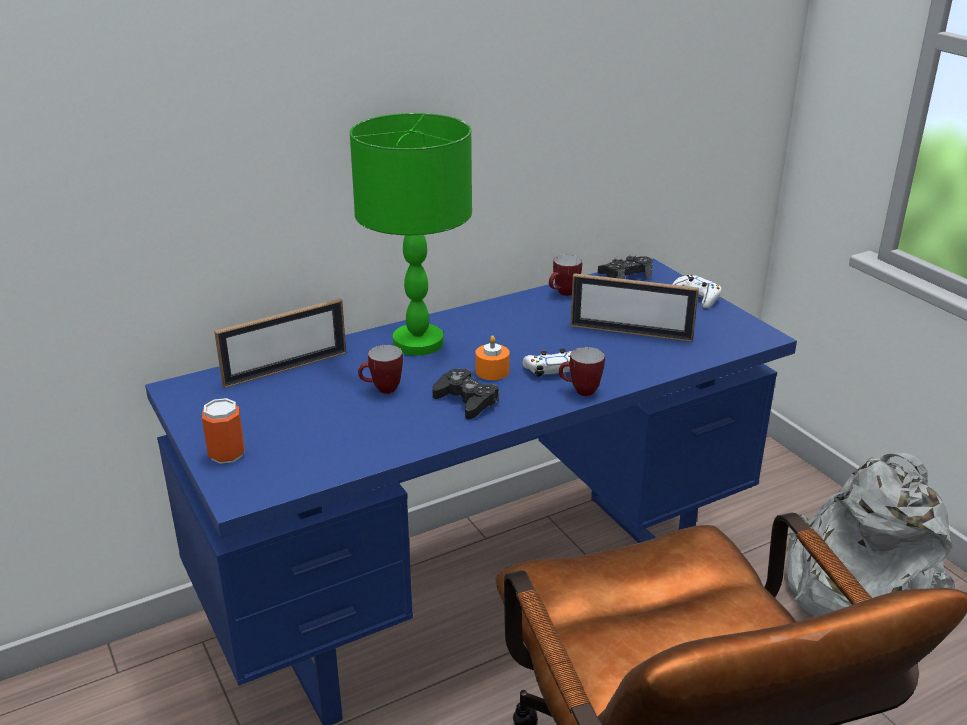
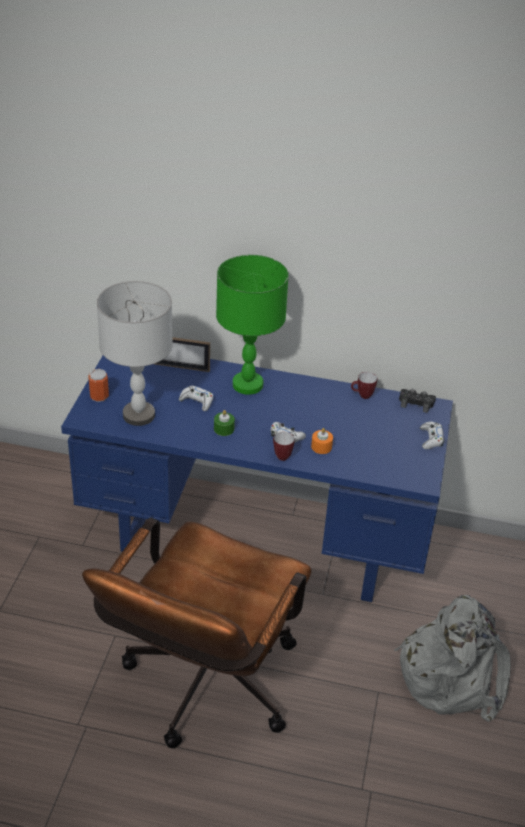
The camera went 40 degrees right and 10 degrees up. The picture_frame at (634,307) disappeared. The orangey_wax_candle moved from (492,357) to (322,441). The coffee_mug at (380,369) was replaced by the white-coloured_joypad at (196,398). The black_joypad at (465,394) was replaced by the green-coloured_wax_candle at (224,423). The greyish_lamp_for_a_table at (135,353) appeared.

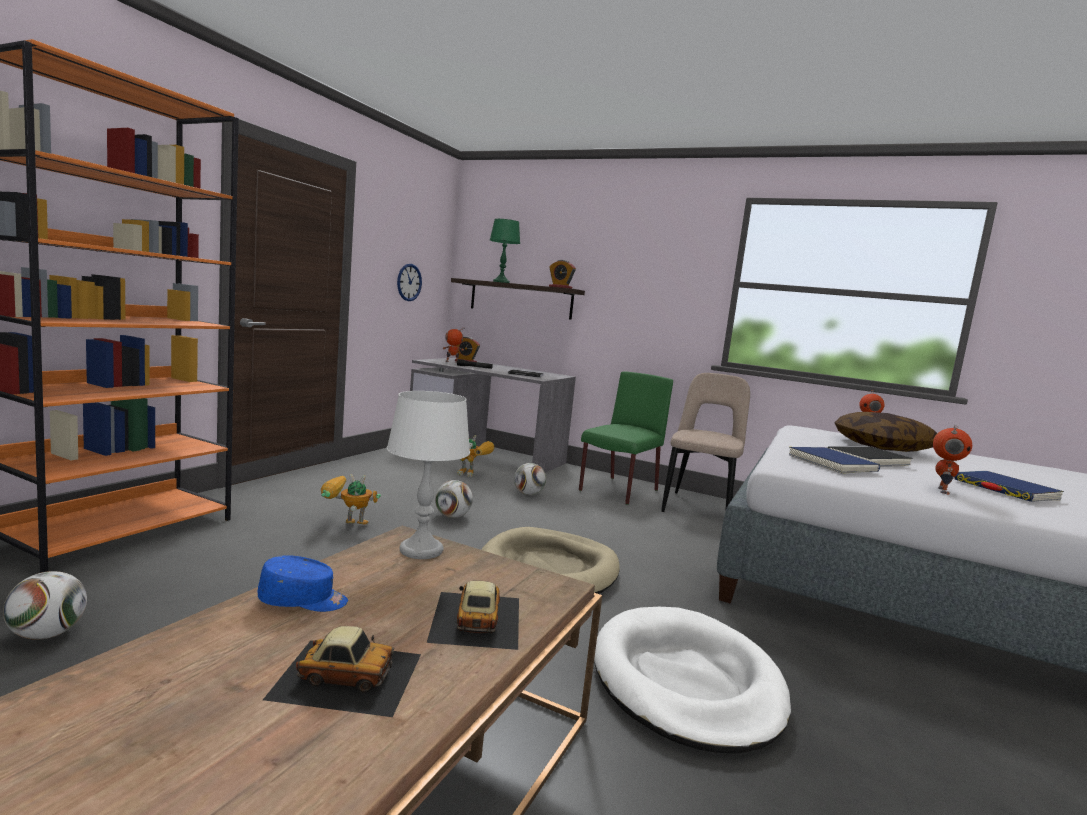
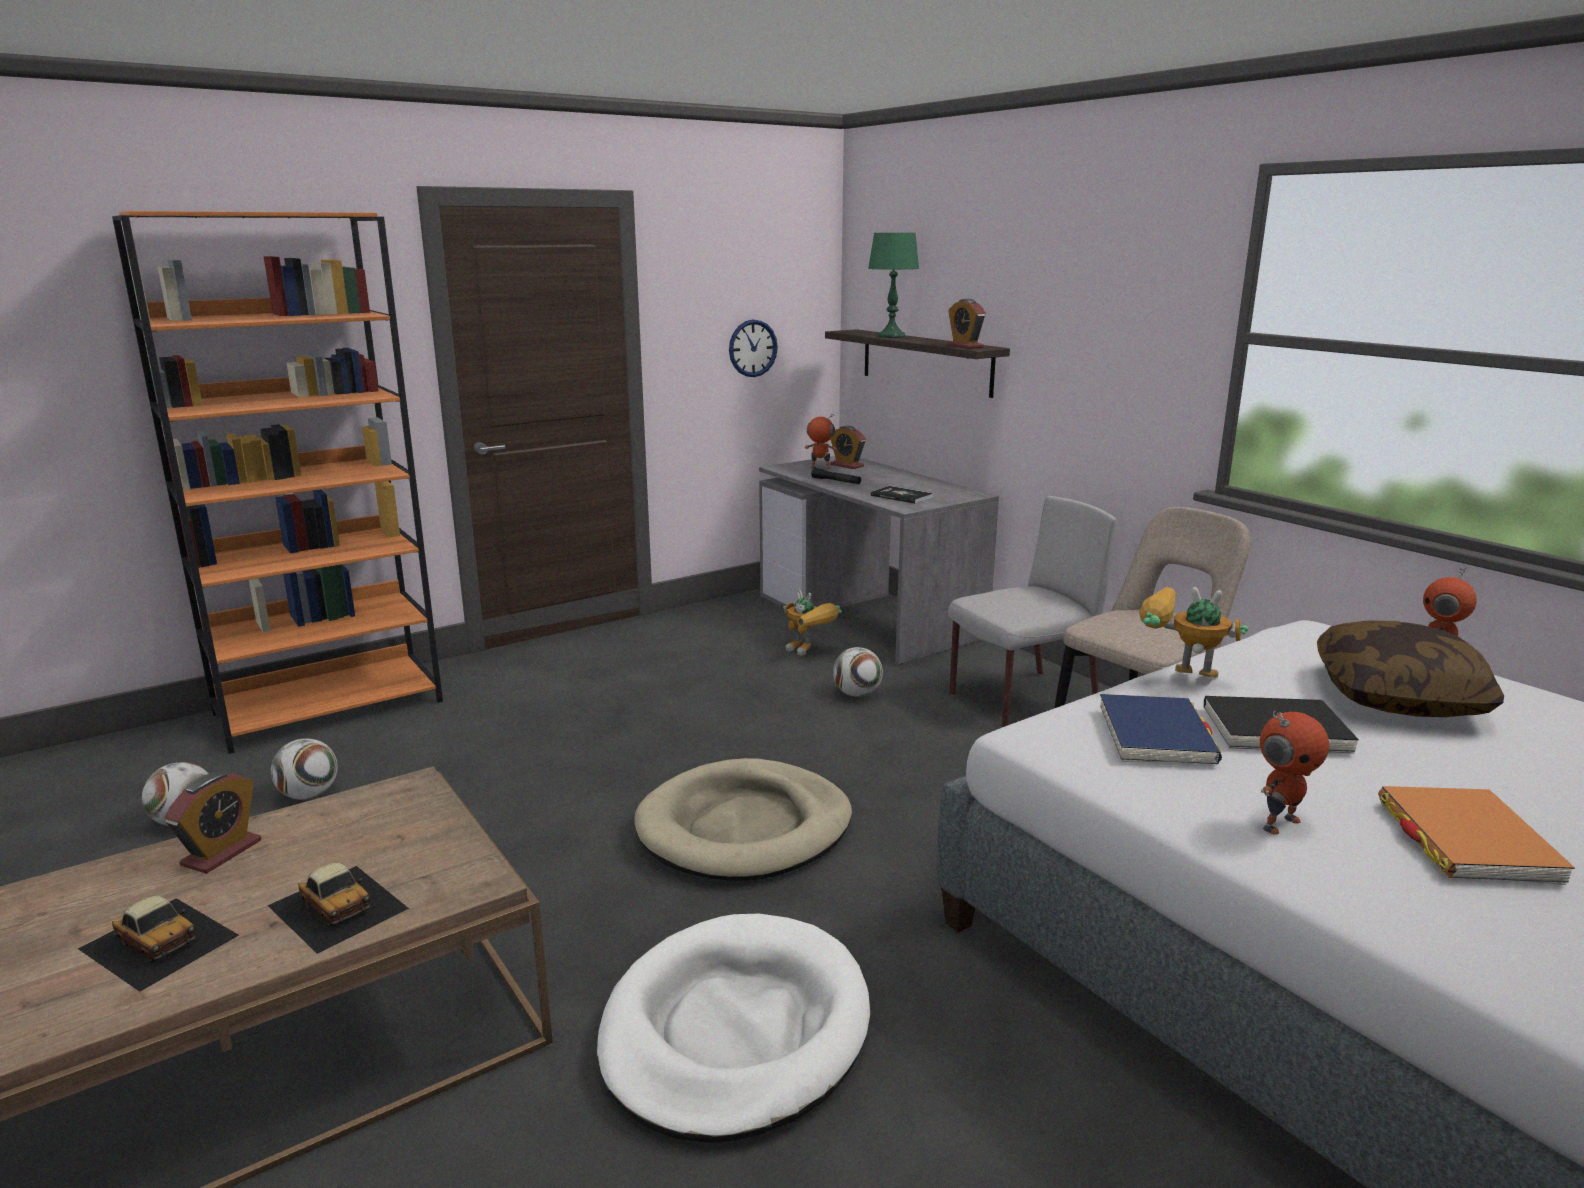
The camera went 30 degrees right and 10 degrees up. The green-coloured_plain_chair at (626,438) became the greyish_plain_chair at (1032,611). The white-coloured_lamp_for_a_table at (428,475) disappeared. The blue-coloured_bound_book at (1009,486) became the orangey_bound_book at (1476,835). The robot_figure moved from (351,499) to (1193,632). The ball_for_football moved from (454,499) to (304,769). The blue-coloured_peaked_cap at (302,583) was replaced by the bedside_clock at (212,823). The model_car at (472,615) turned 105 degrees clockwise.

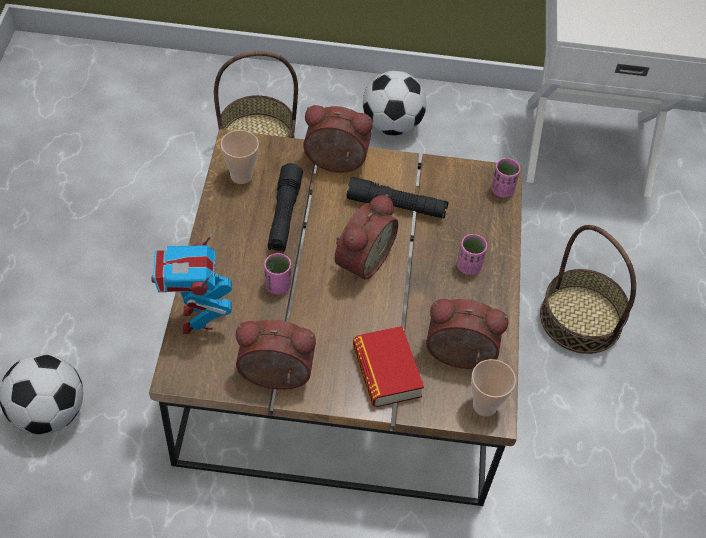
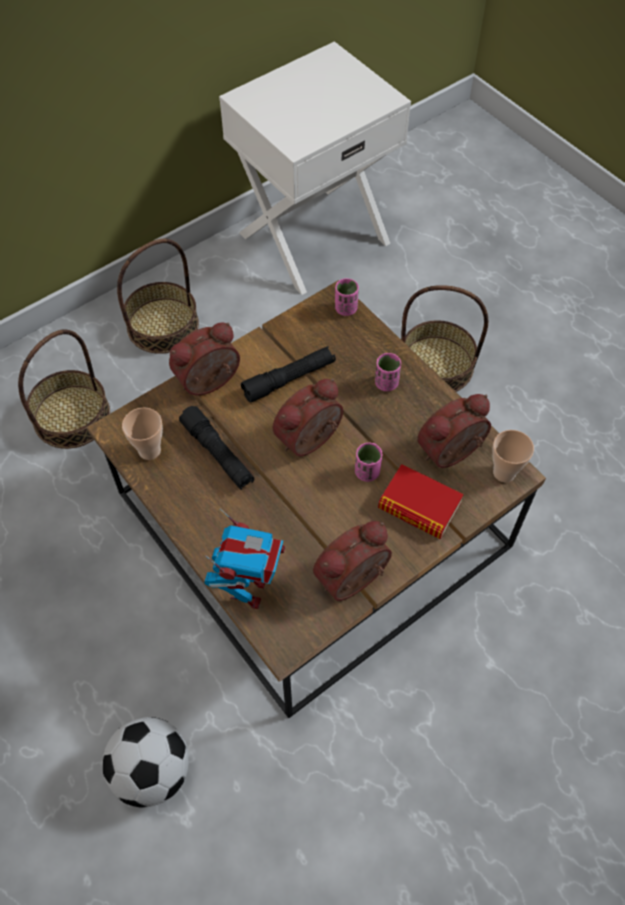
The camera went 40 degrees left and 5 degrees up. The ball_for_football at (395,103) was replaced by the household_basket at (158,296). The bedside_clock at (366,238) turned 120 degrees counterclockwise. The robot_figure at (191,281) turned 120 degrees counterclockwise. The pinkish_drinking_cup moved from (277,274) to (368,462).

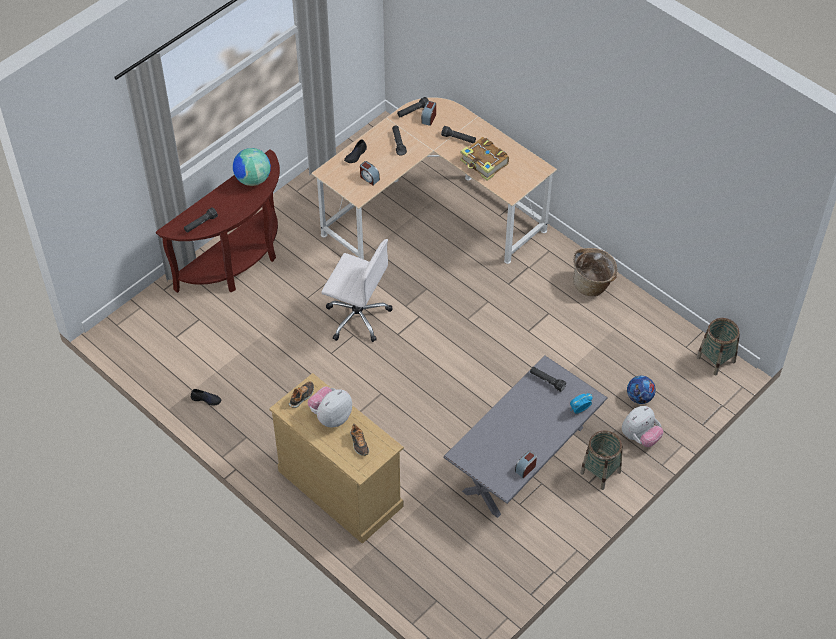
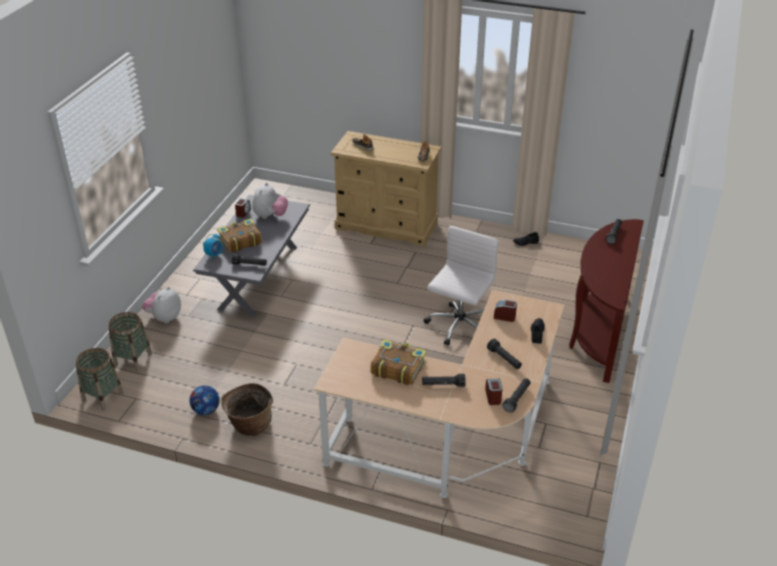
The camera went 155 degrees right and 15 degrees down. The globe at (252,167) disappeared. The white-coloured_office_chair at (357,290) turned 120 degrees clockwise. The ball_for_football moved from (641,390) to (205,400). The soft_toy moved from (329,407) to (270,201). The household_basket moved from (601,460) to (130,341). The bound_book at (239,235) appeared.

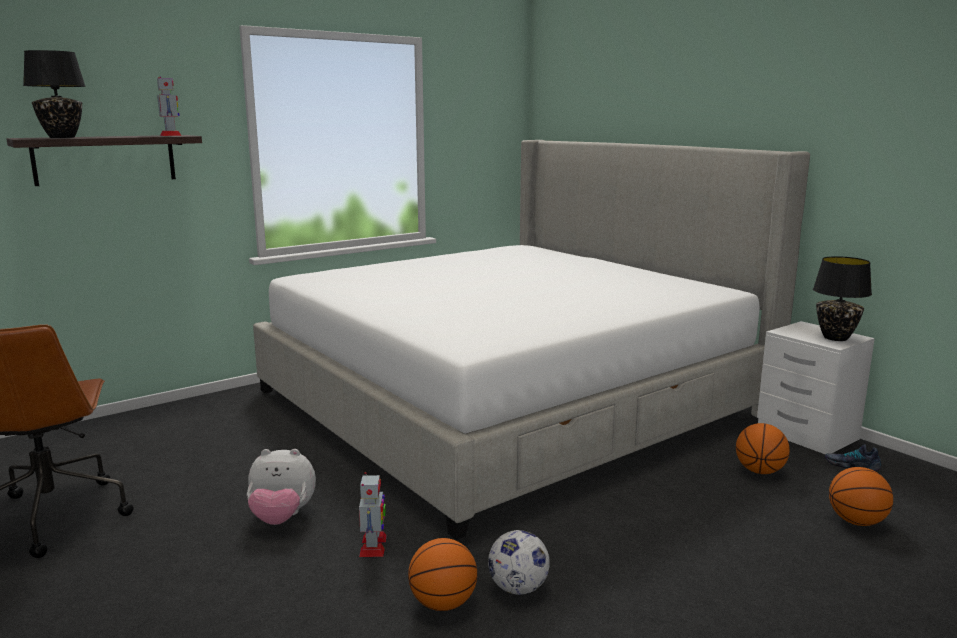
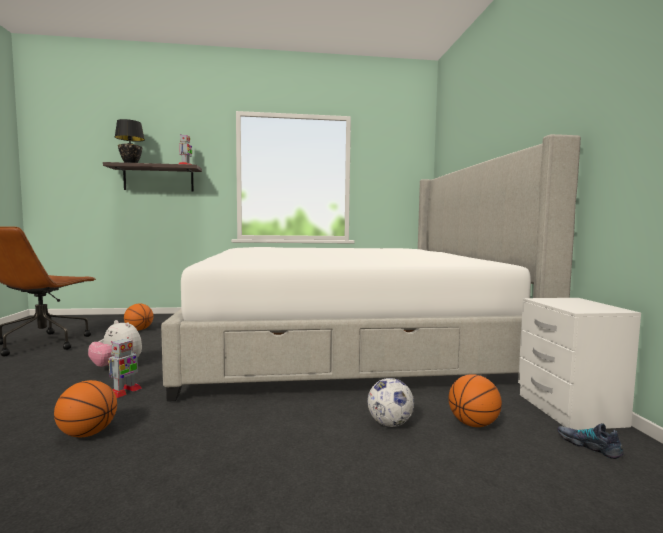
The camera went 30 degrees right and 10 degrees down. The black_lamp_for_a_table at (842,298) disappeared. The ball_for_basketball moved from (861,496) to (138,317). The ball_for_football moved from (519,562) to (390,402).

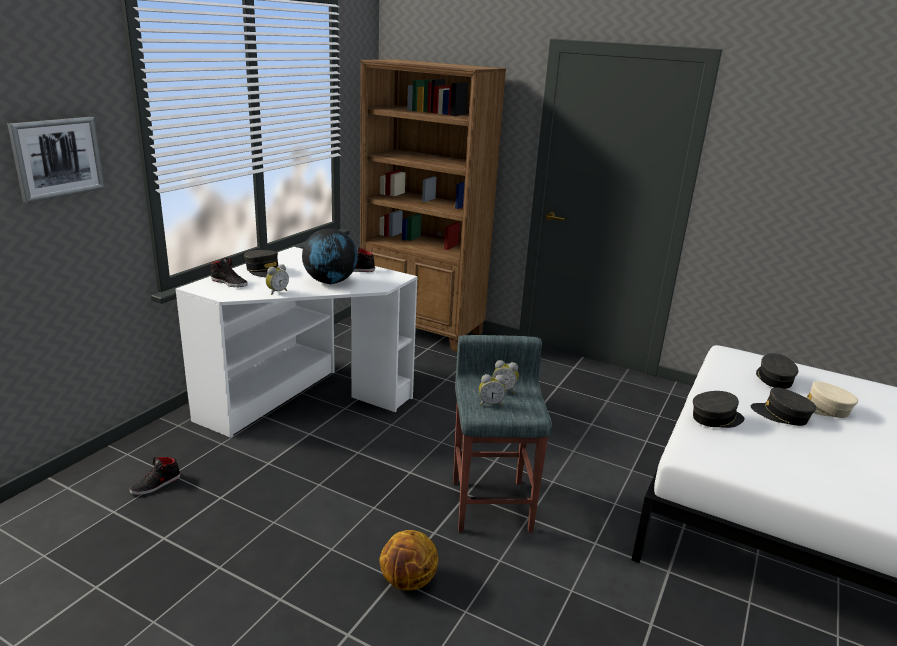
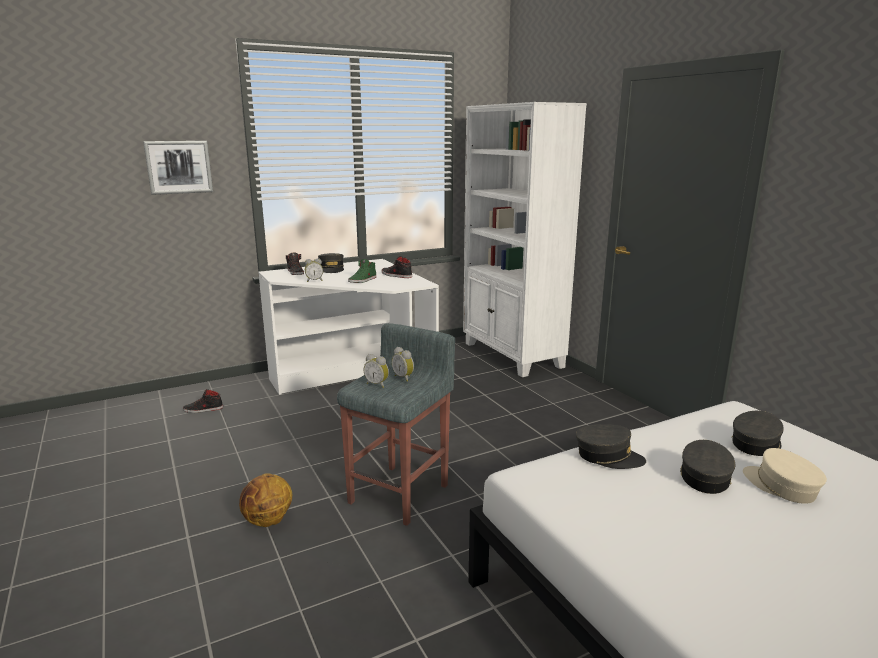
The camera went 35 degrees right and 5 degrees down. The brown-coloured_bookshelf at (433,205) became the white-coloured_bookshelf at (525,239). The globe at (330,256) was replaced by the green-coloured_low_shoe at (362,271). The greyish_peaked_cap at (784,406) turned 45 degrees clockwise.

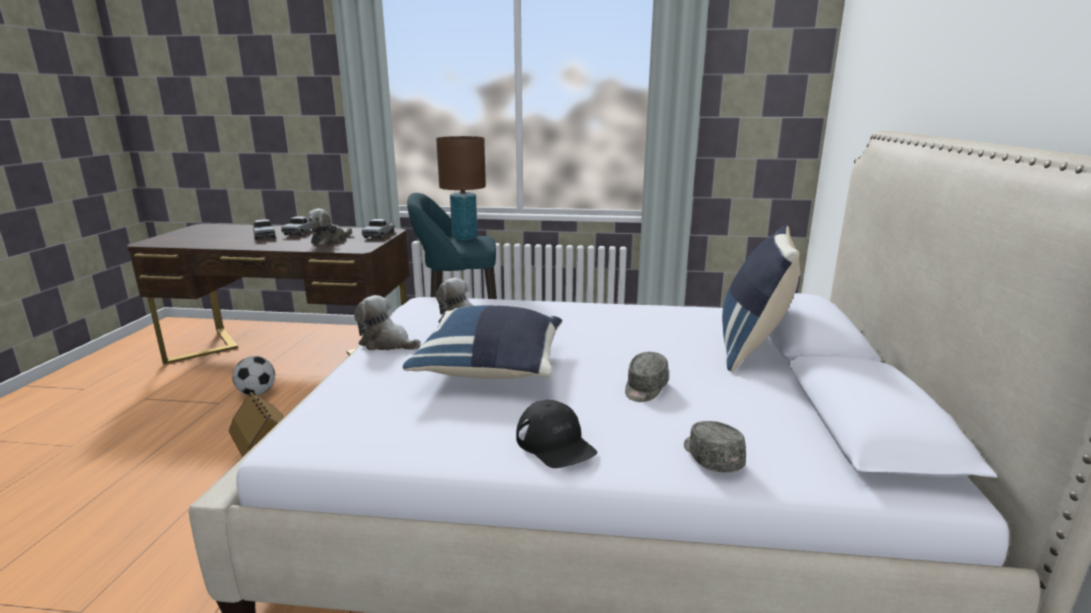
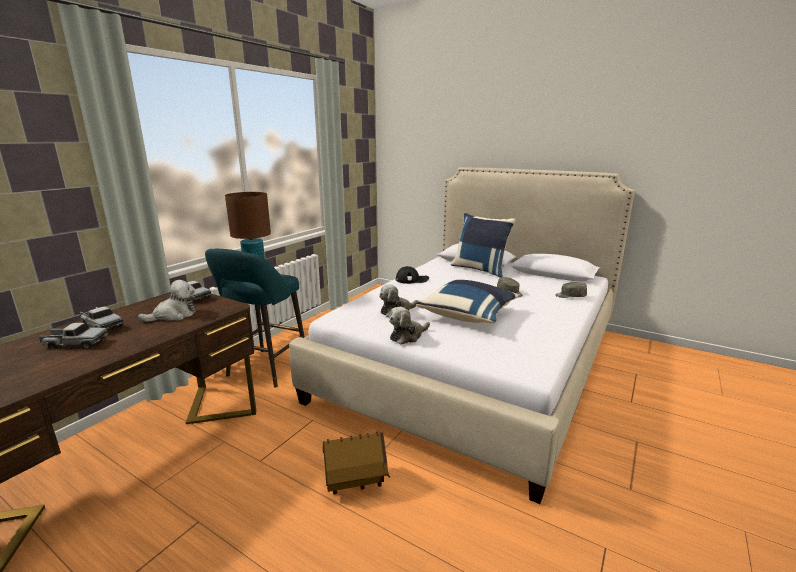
The camera went 65 degrees left and 0 degrees up. The soft_toy at (329,227) turned 90 degrees counterclockwise. The ball_for_football at (253,375) disappeared. The black_peaked_cap moved from (556,434) to (412,275).

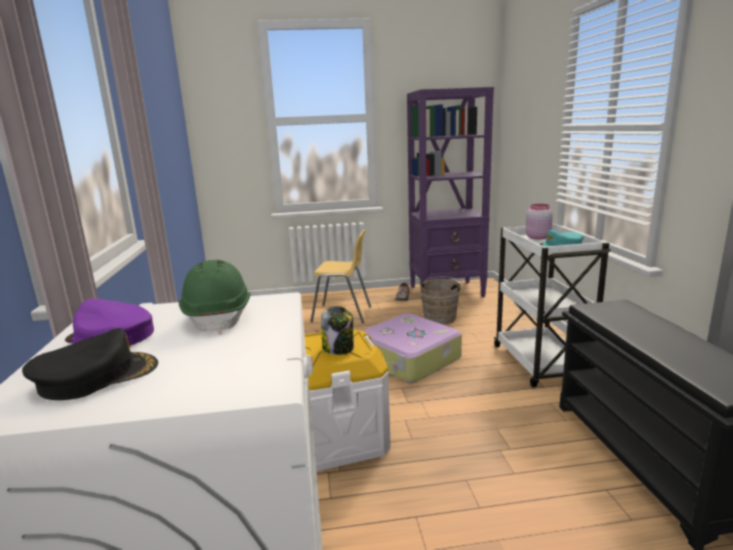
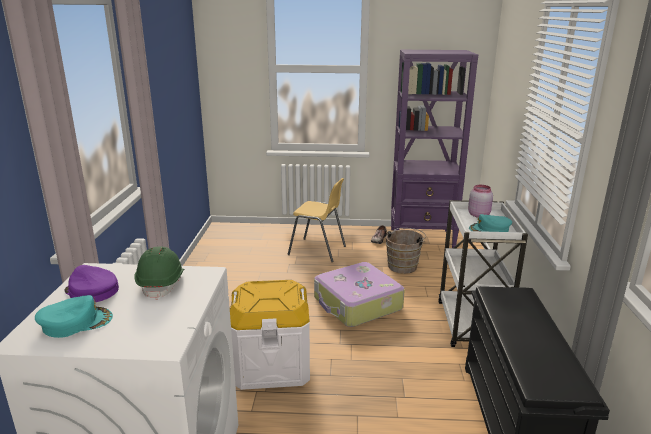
The camera went 10 degrees right and 5 degrees up. The storage_jar at (337,330) disappeared. The black_peaked_cap at (90,364) became the turquoise_peaked_cap at (74,316).

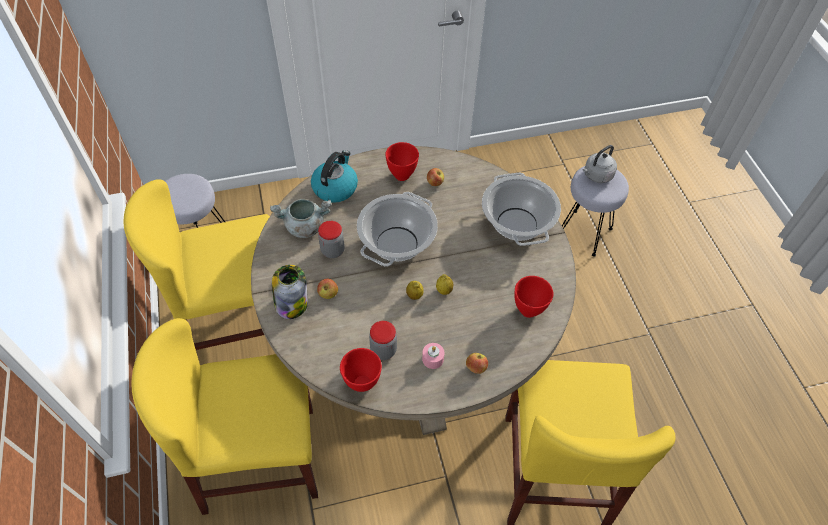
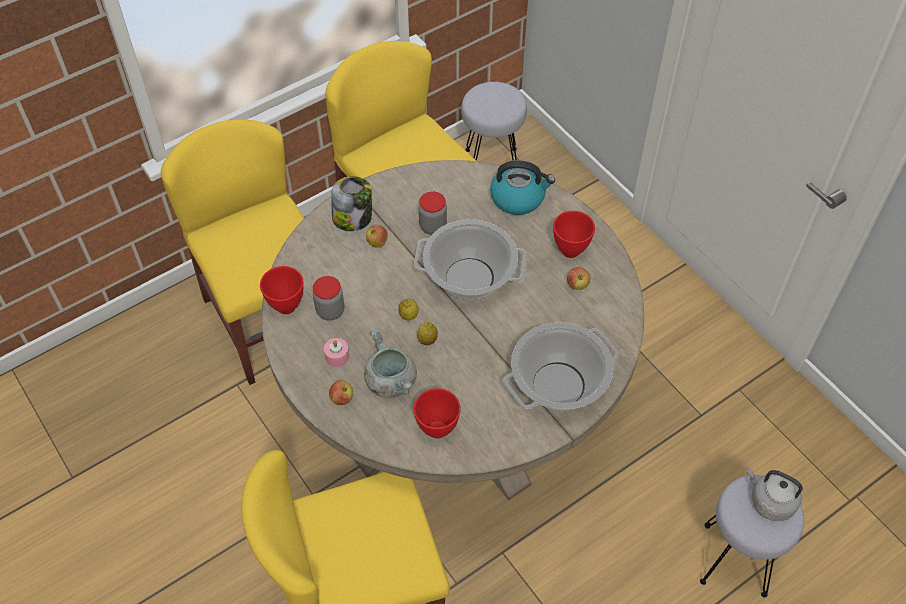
The camera went 70 degrees right and 0 degrees up. The greyish_stockpot moved from (300,218) to (390,363).

